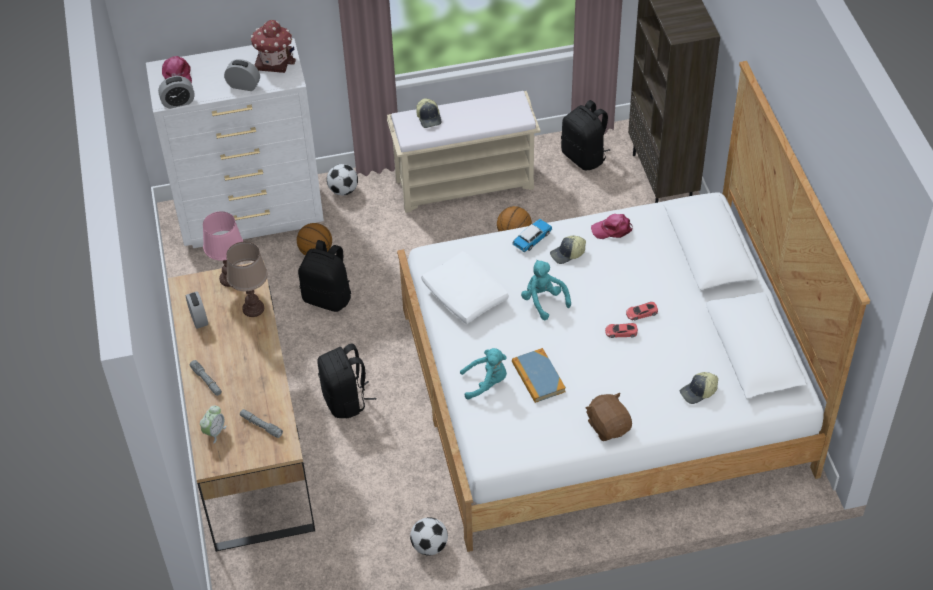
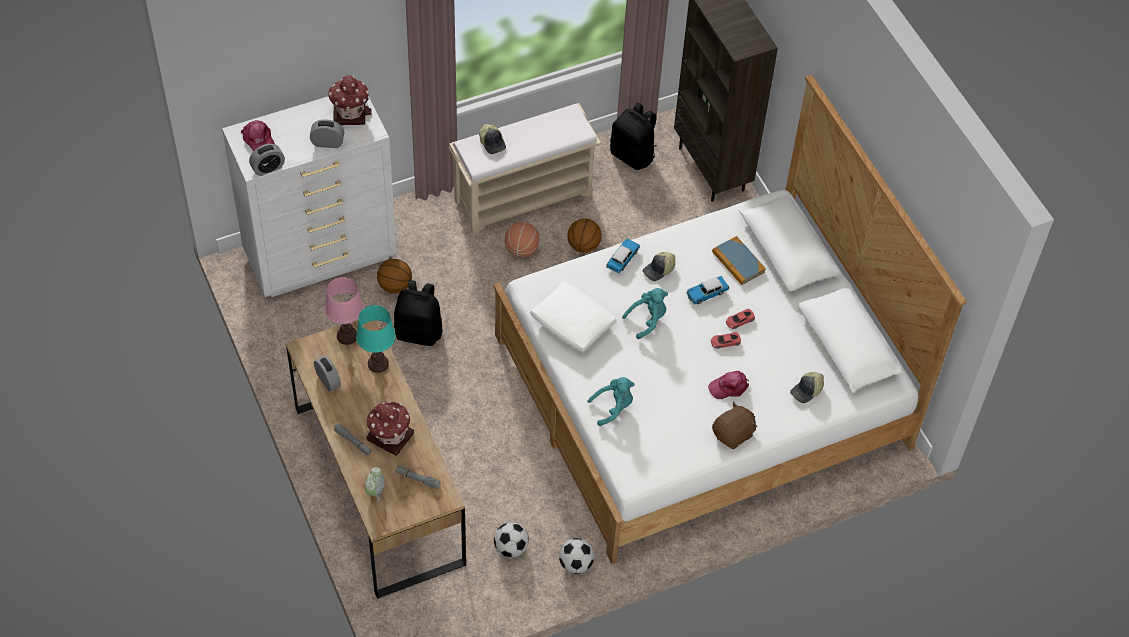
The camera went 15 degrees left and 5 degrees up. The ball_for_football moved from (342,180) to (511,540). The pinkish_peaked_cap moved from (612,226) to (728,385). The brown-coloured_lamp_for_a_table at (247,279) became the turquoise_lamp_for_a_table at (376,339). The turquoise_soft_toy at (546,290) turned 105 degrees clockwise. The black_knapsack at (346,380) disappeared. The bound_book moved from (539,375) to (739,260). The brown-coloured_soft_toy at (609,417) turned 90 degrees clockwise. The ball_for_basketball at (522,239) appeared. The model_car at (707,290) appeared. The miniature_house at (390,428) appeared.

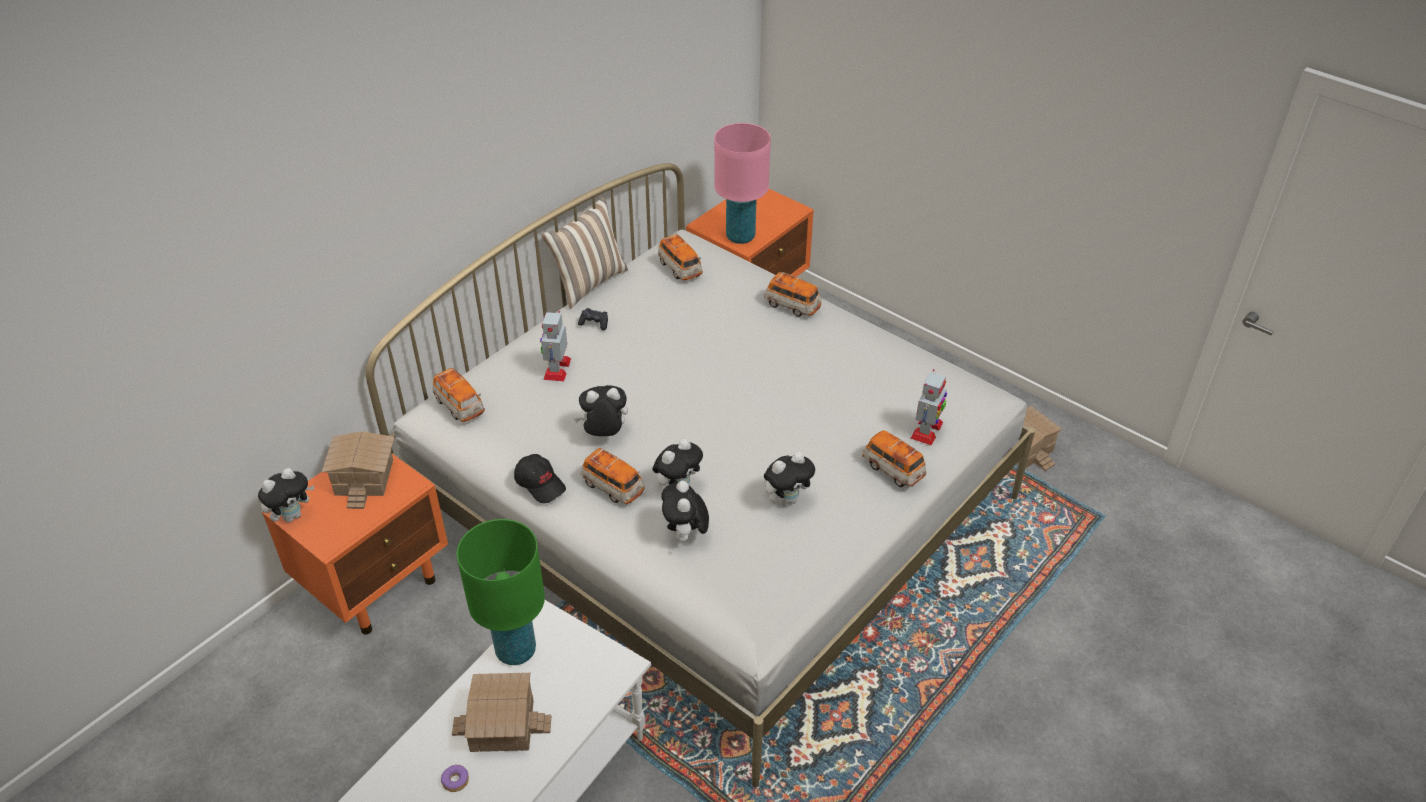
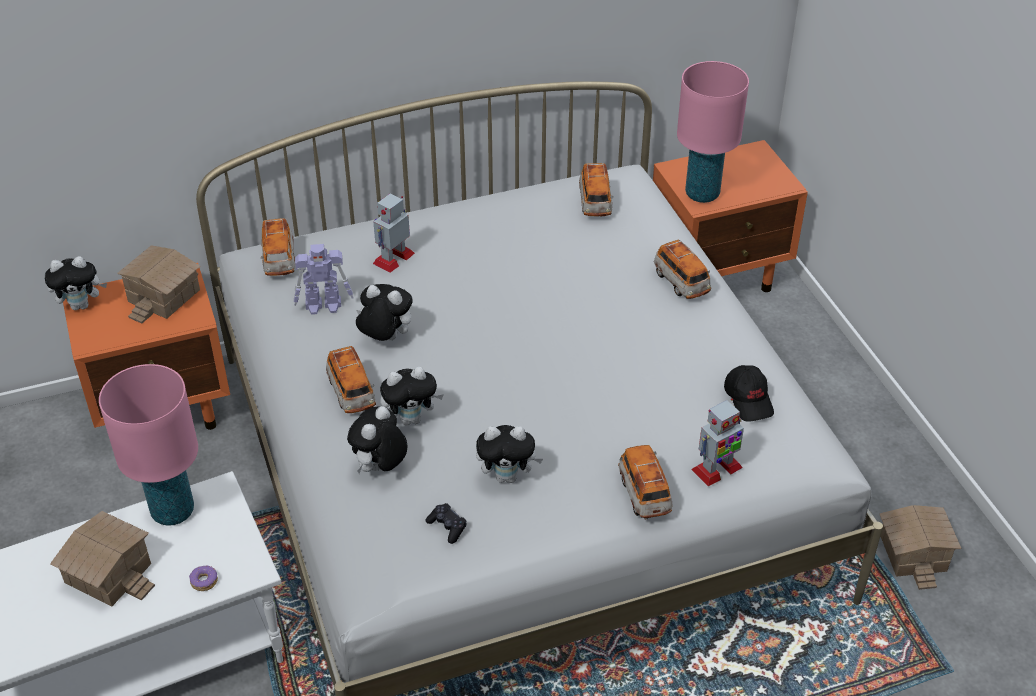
The camera went 30 degrees right and 0 degrees up. The pillow at (584,252) disappeared. The black_joypad moved from (593,319) to (446,523). The black_peaked_cap moved from (540,478) to (749,393). The green-coloured_lamp_for_a_table at (501,592) became the pinkish_lamp_for_a_table at (148,445). The doughnut moved from (455,778) to (203,578). The robot_figure at (324,279) appeared.

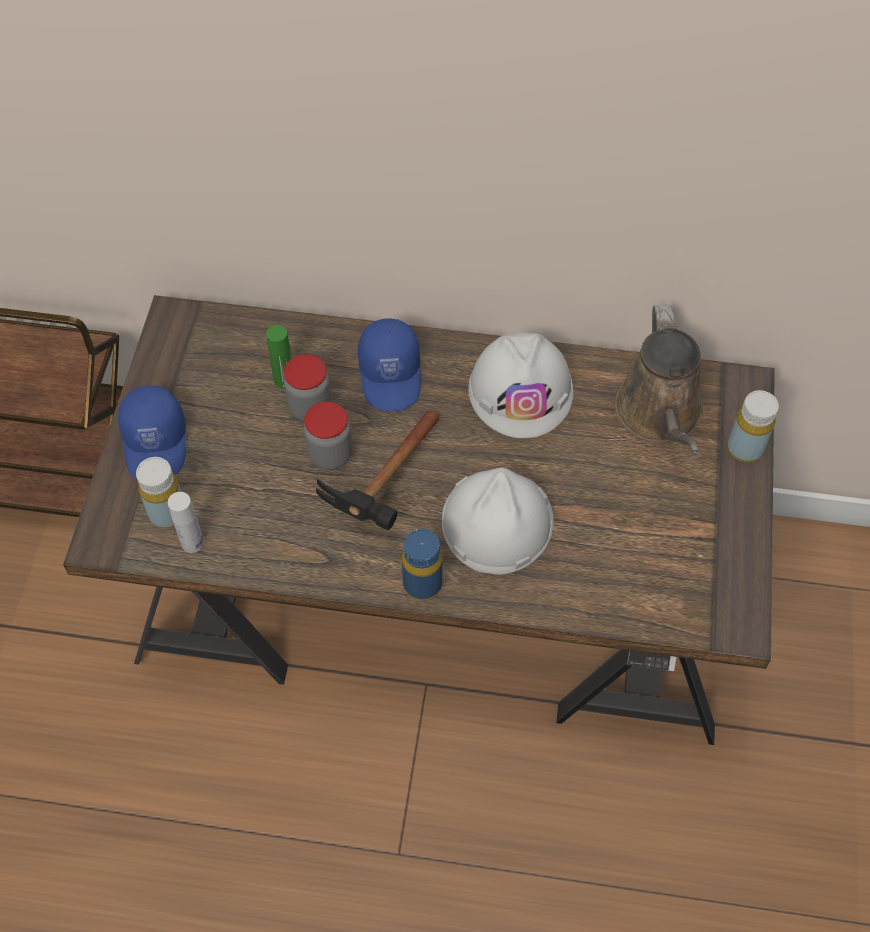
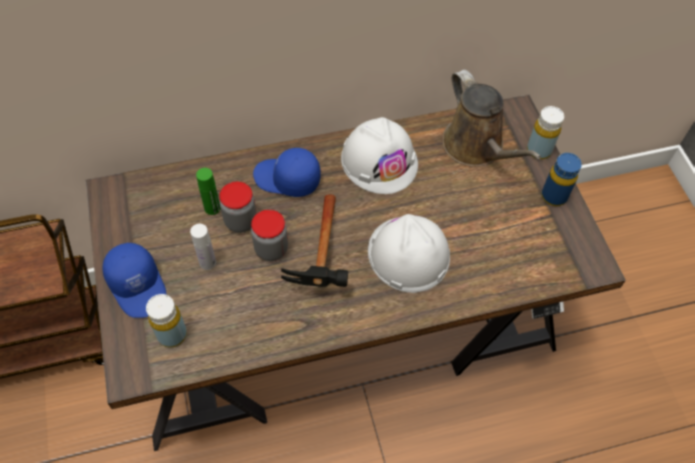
The camera went 25 degrees left and 0 degrees up. The blue-coloured_peaked_cap at (389,364) turned 135 degrees clockwise. The white-coloured_drink_bottle moved from (186,522) to (203,247). The blue-coloured_drink_bottle moved from (422,564) to (562,179).

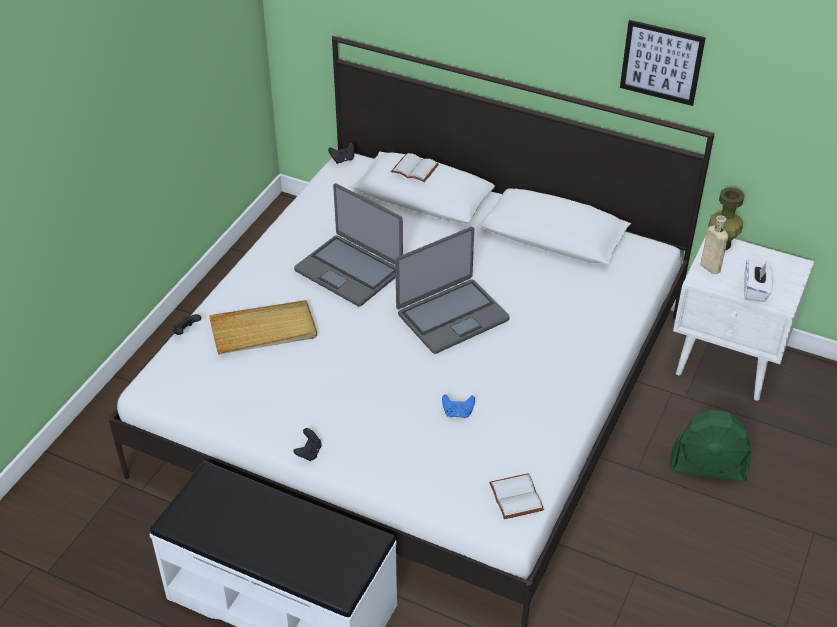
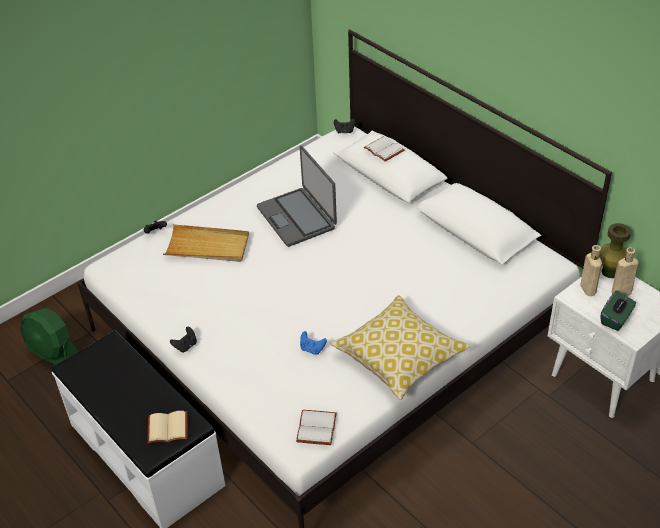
The camera went 25 degrees right and 0 degrees up. The picture at (663,63) disappeared. The portable_computer at (452,290) disappeared. The white-coloured_tissue_box at (758,281) became the green-coloured_tissue_box at (618,310). The green-coloured_fan moved from (711,446) to (49,336). The beige_drink_bottle at (625,271) appeared. The pillow at (400,347) appeared. The beige_bound_book at (167,427) appeared.

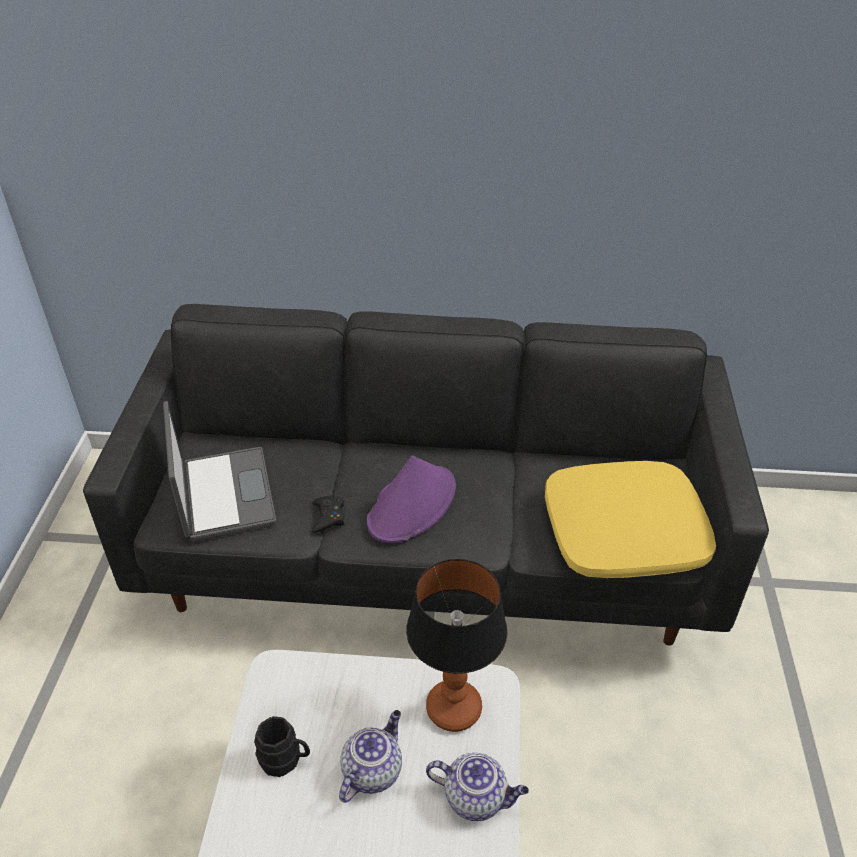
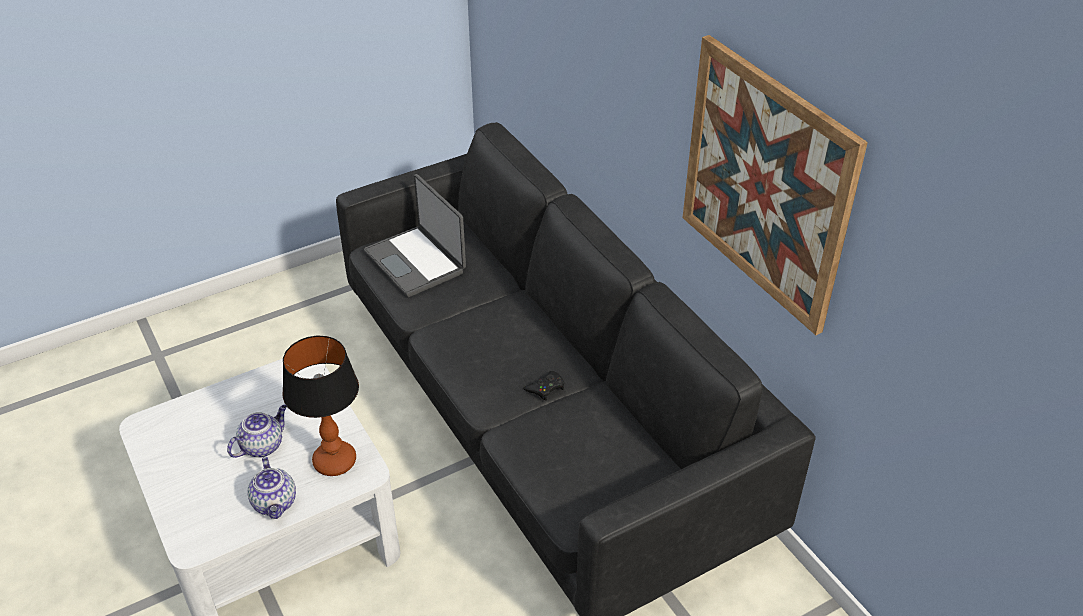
The camera went 55 degrees right and 0 degrees up. The portable_computer at (219,471) turned 105 degrees clockwise. The purple-coloured_hat at (411,499) disappeared. The yellow-coloured_pillow at (630,519) disappeared. The black_joypad moved from (328,514) to (544,386). The pot_for_tea at (370,756) turned 45 degrees counterclockwise. The black_coffee_mug at (282,746) disappeared. The picture at (775,185) appeared.

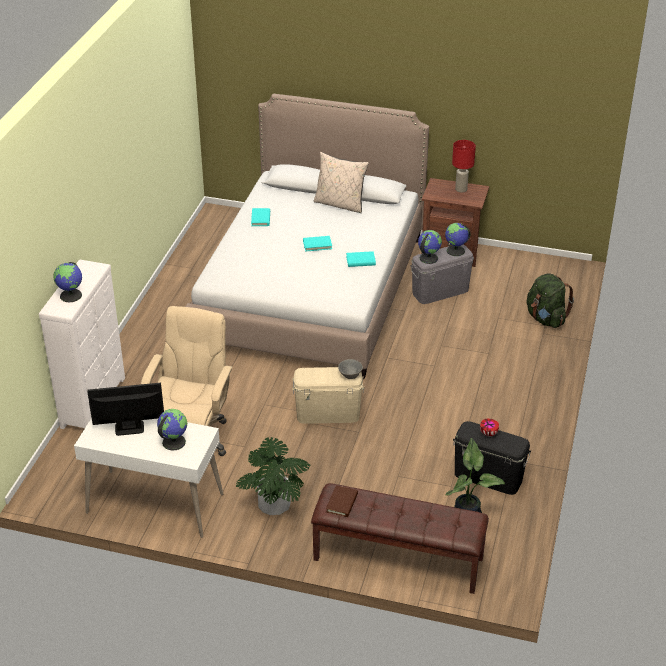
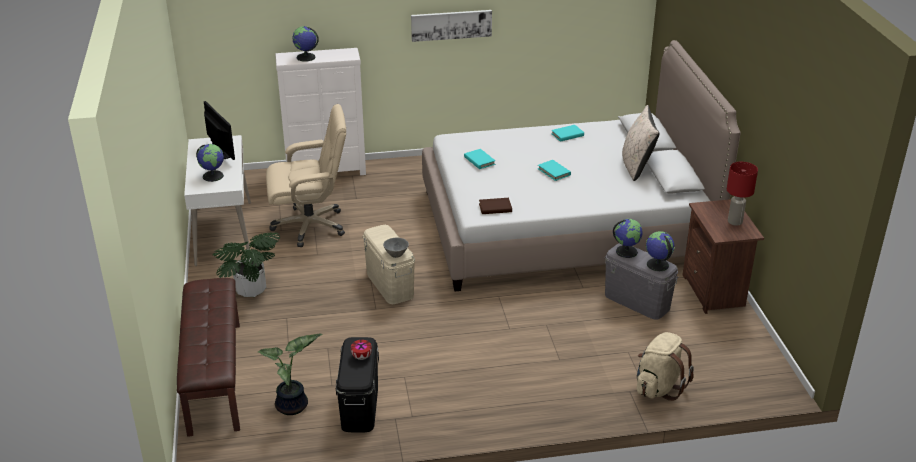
The camera went 65 degrees right and 5 degrees down. The turquoise_bound_book moved from (361,259) to (479,159). The green-coloured_knapsack at (550,301) became the beige_knapsack at (665,366). The brown-coloured_bound_book moved from (342,501) to (495,206). The picture at (451,26) appeared.

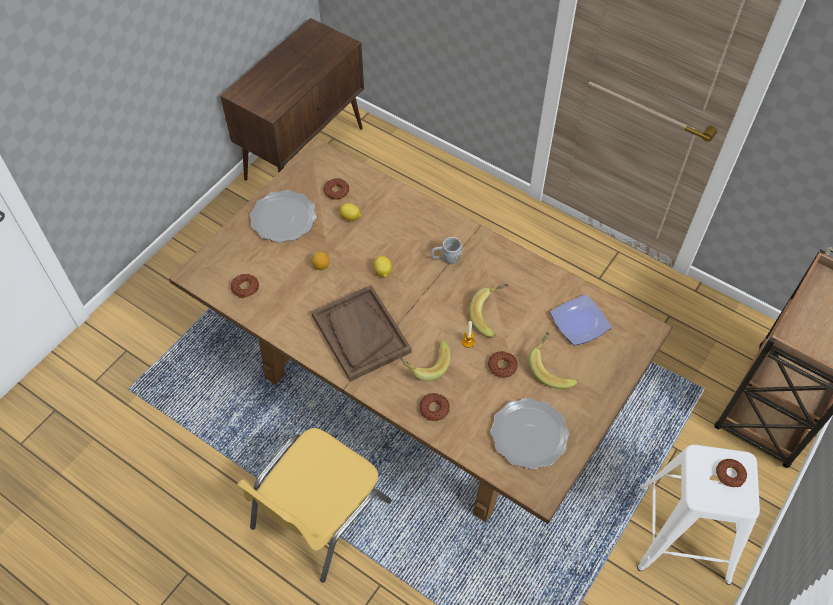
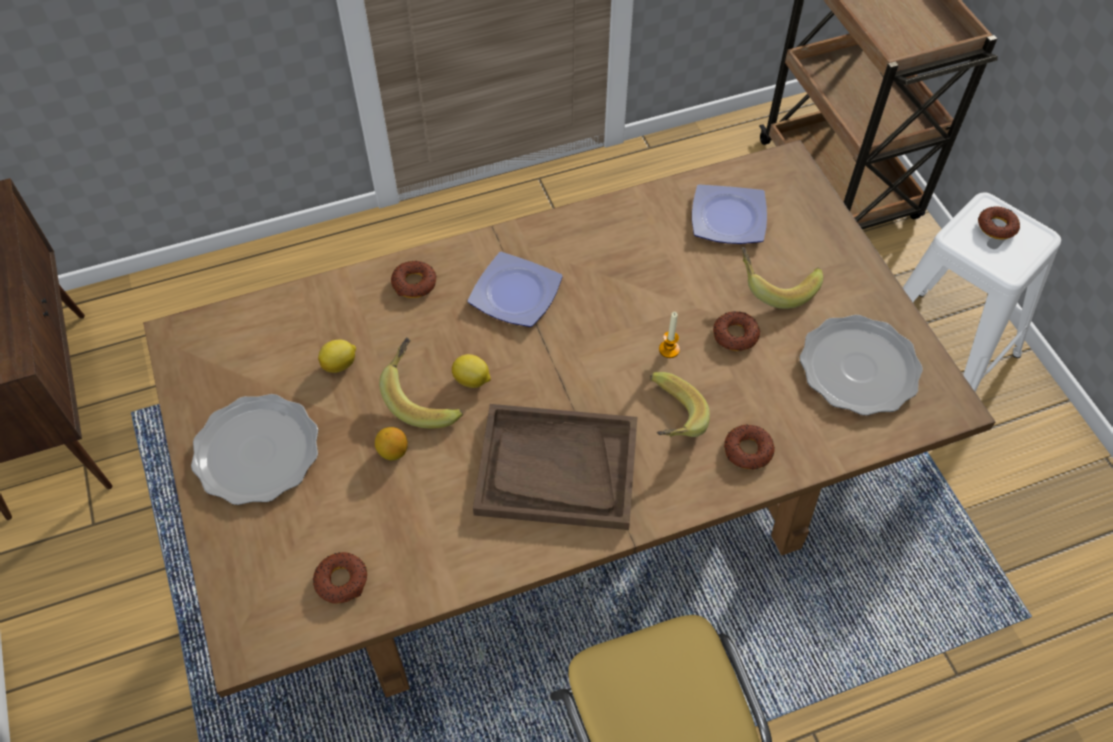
The camera went 55 degrees left and 0 degrees up. The doughnut moved from (336,189) to (414,279). The greyish_coffee_mug at (447,250) was replaced by the plate at (515,289). The banana moved from (489,311) to (421,382).

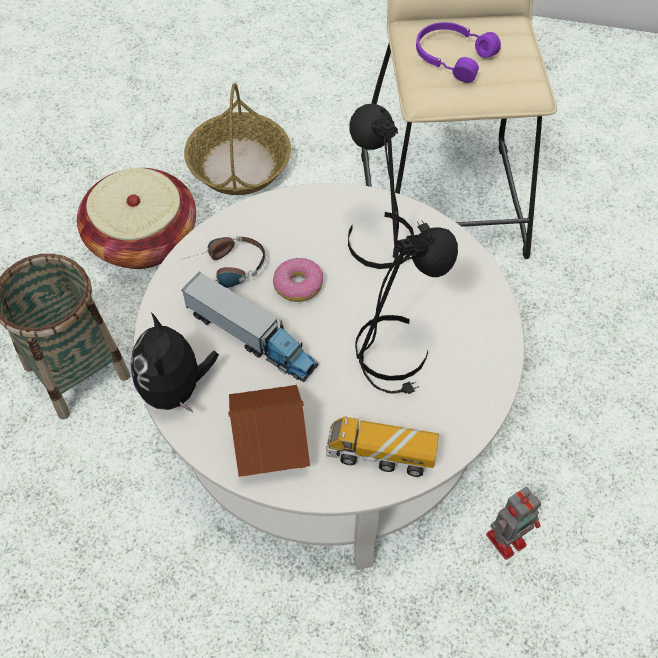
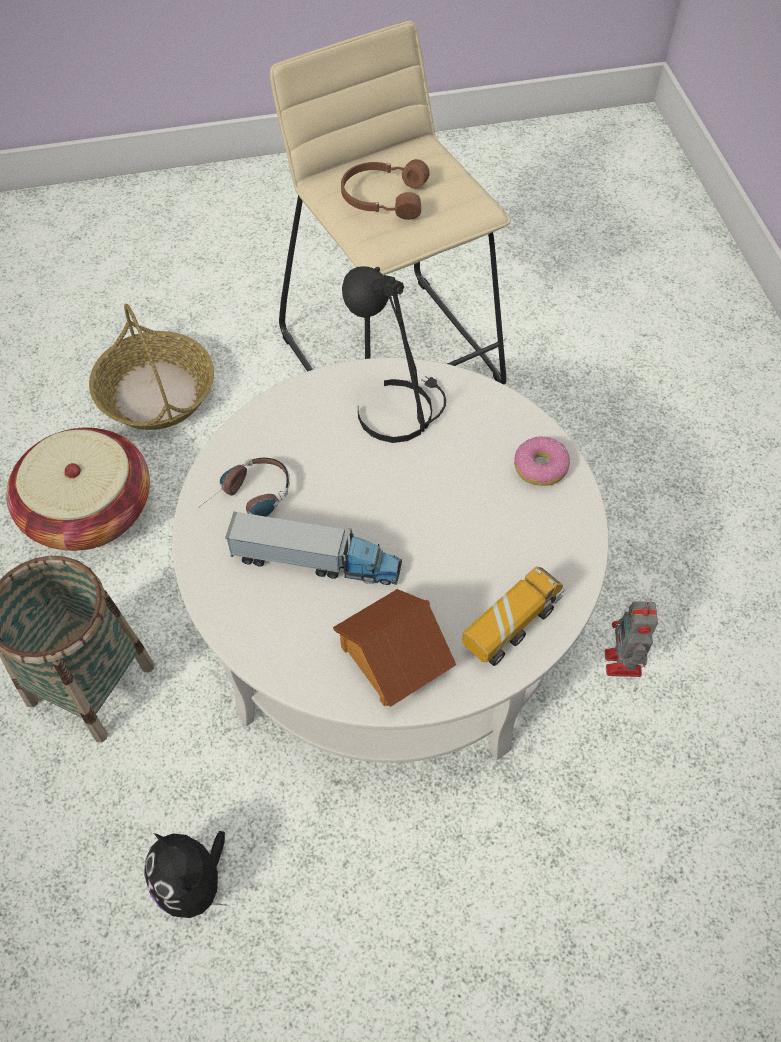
The camera went 25 degrees left and 0 degrees up. The purple-coloured_pair_of_headphones at (458,52) became the brown-coloured_pair_of_headphones at (385,189). The black_lamp_for_a_table at (406,310) disappeared. The doughnut moved from (298,279) to (542,461). The soft_toy moved from (174,362) to (186,874). The model_truck at (382,447) turned 150 degrees clockwise. The robot_figure at (513,523) turned 150 degrees clockwise.

